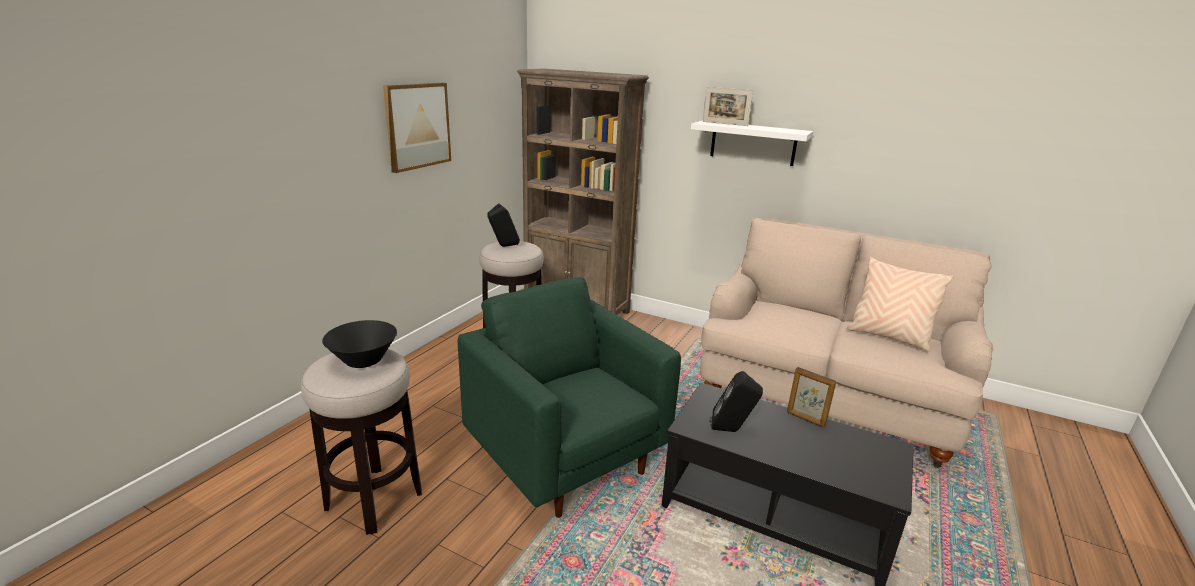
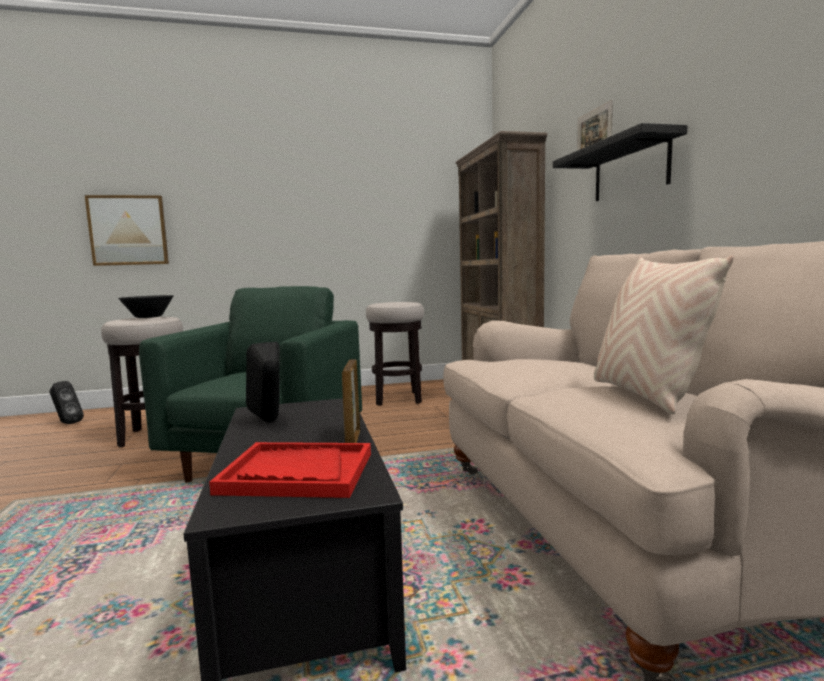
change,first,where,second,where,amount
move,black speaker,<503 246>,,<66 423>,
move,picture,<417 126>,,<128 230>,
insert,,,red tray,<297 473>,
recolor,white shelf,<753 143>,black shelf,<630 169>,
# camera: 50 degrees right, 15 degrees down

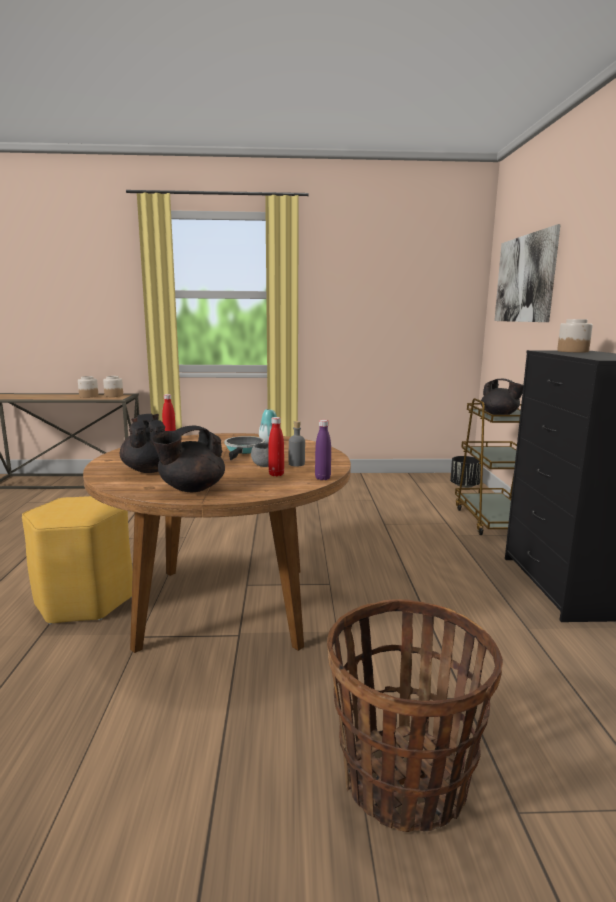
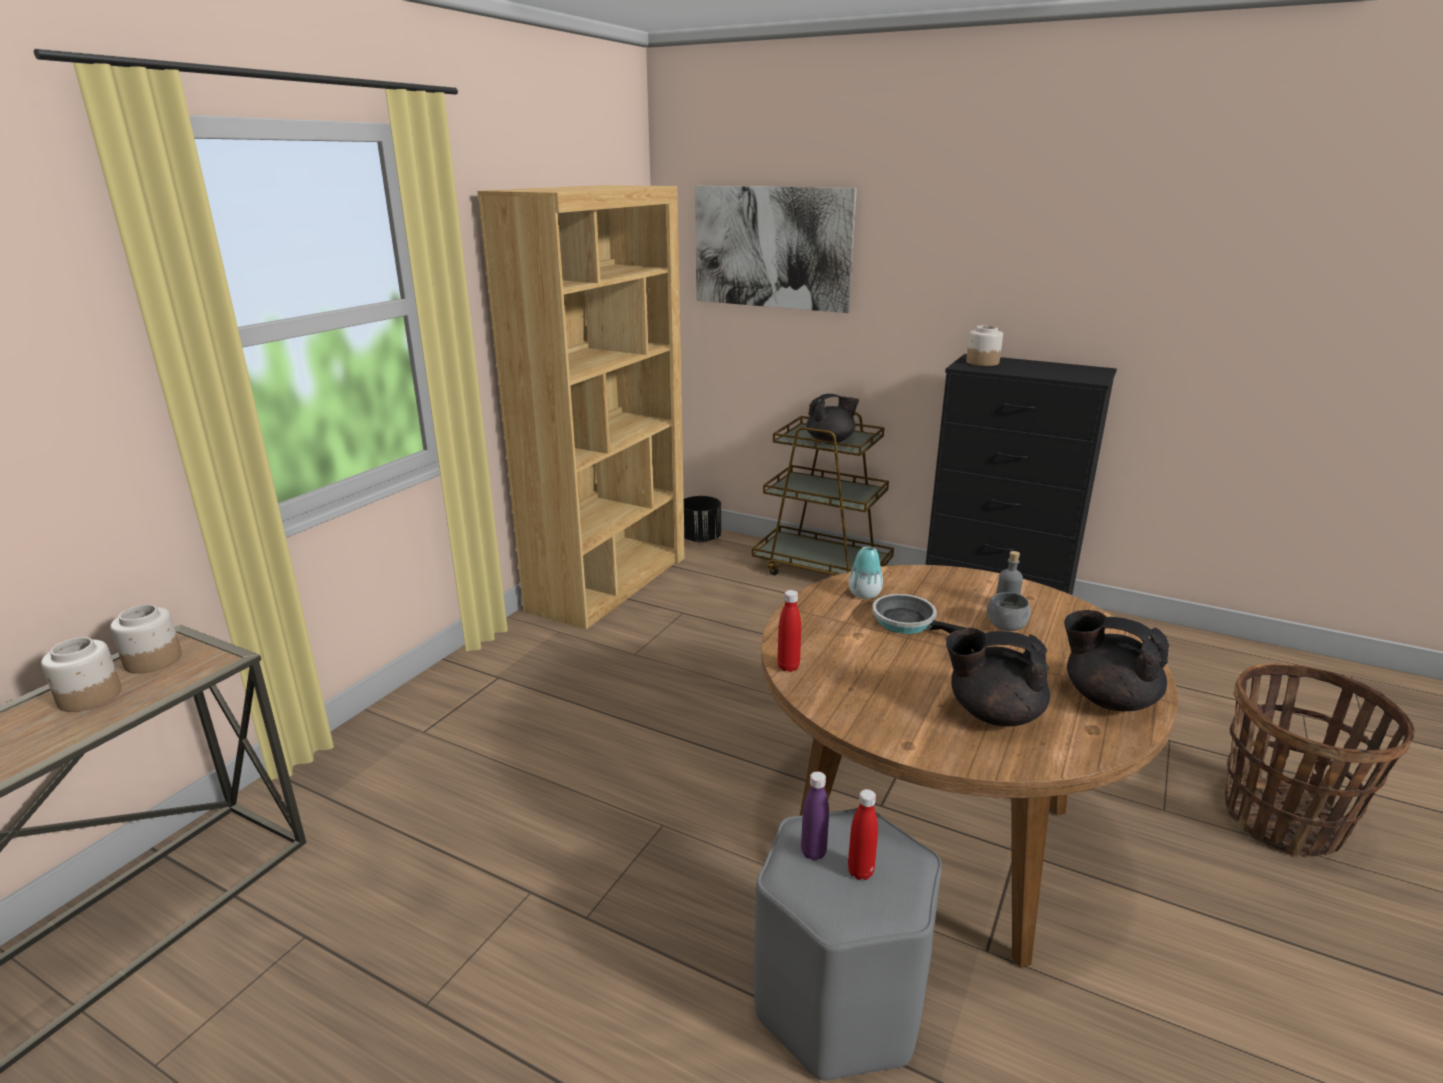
change,first,where,second,where,amount
insert,,,brown bookcase,<609 582>,
recolor,yellow stool,<84 600>,grey stool,<838 1003>,
move,purple bottle,<322 478>,,<813 852>,
move,red bottle,<276 474>,,<860 872>,
rotate,black teapot,<191 489>,,<1107 699>,135 degrees clockwise
# camera: 60 degrees left, 10 degrees up

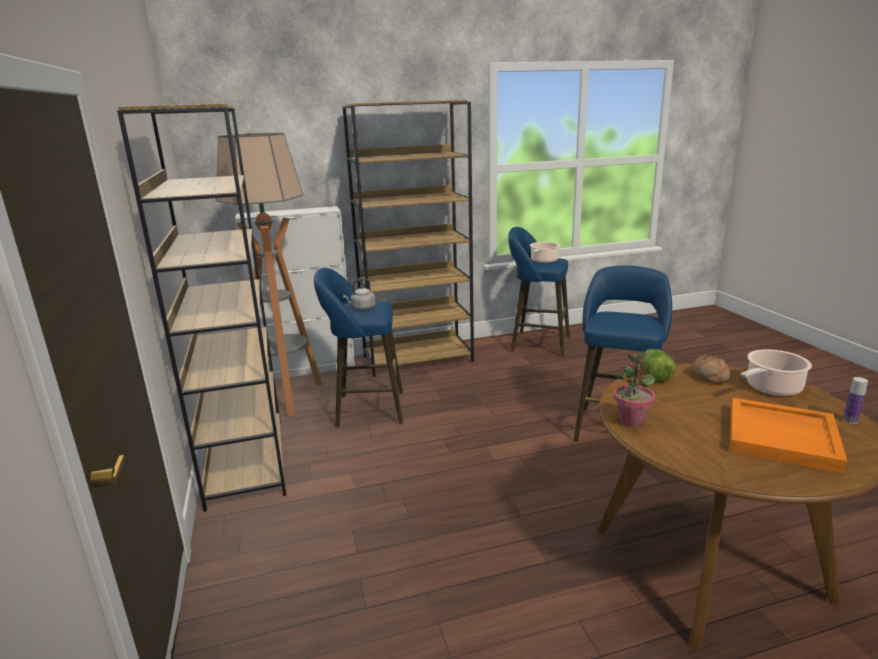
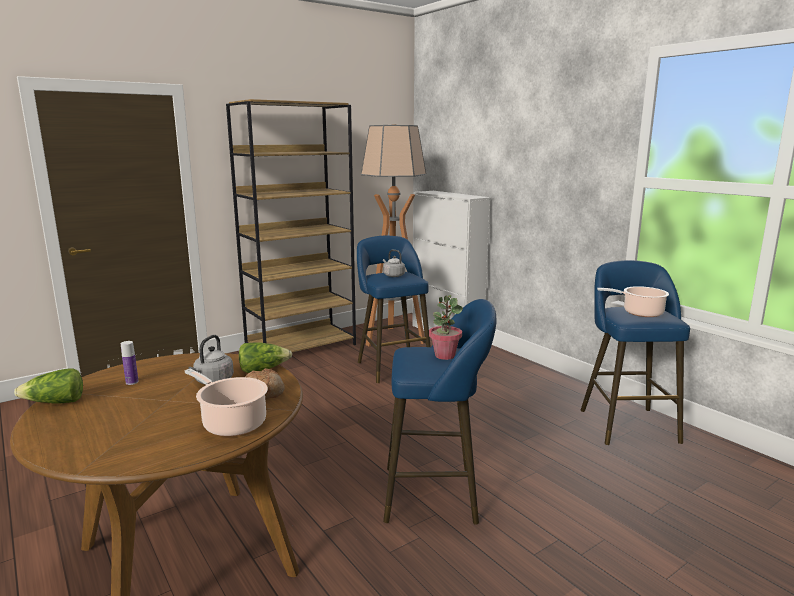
change,first,where,second,where,amount
insert,,,lettuce,<55 403>,
move,bottle,<850 420>,,<132 382>,
insert,,,grey kettle,<213 381>,
move,potted plant,<631 421>,,<444 355>,
delete,brown bookcase,<418 358>,,,
delete,orange tray,<782 437>,,,
# camera: 70 degrees right, 5 degrees down

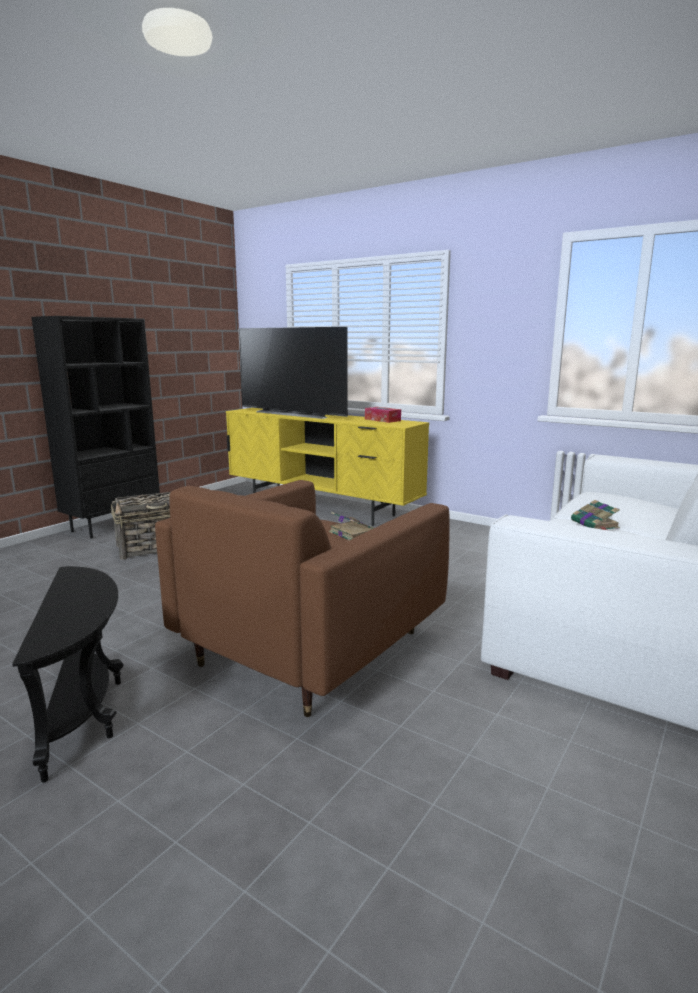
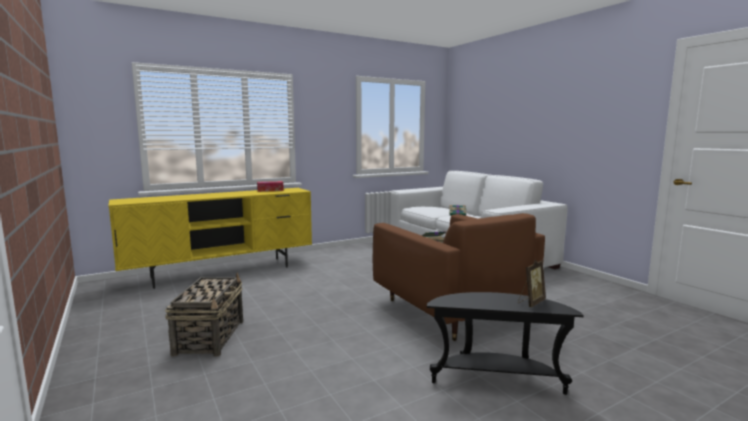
change,first,where,second,where,amount
insert,,,picture frame,<530 302>,
delete,black bookcase,<113 525>,,,
delete,television,<295 414>,,,
# camera: 65 degrees left, 5 degrees down

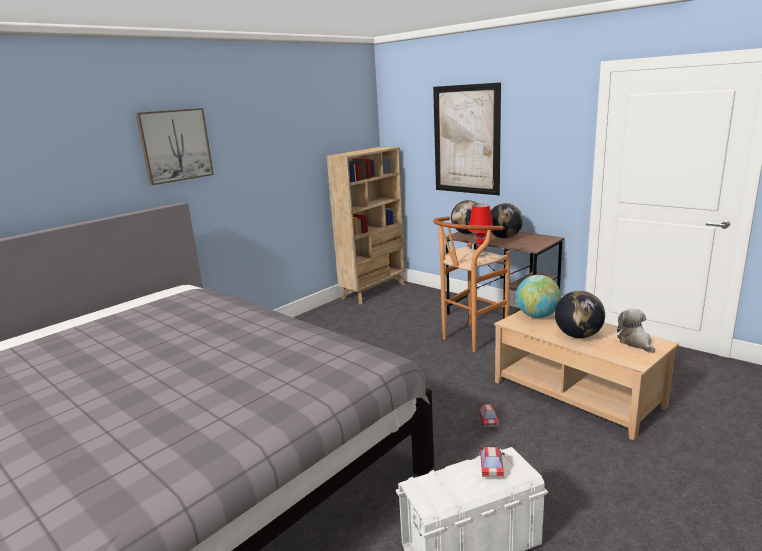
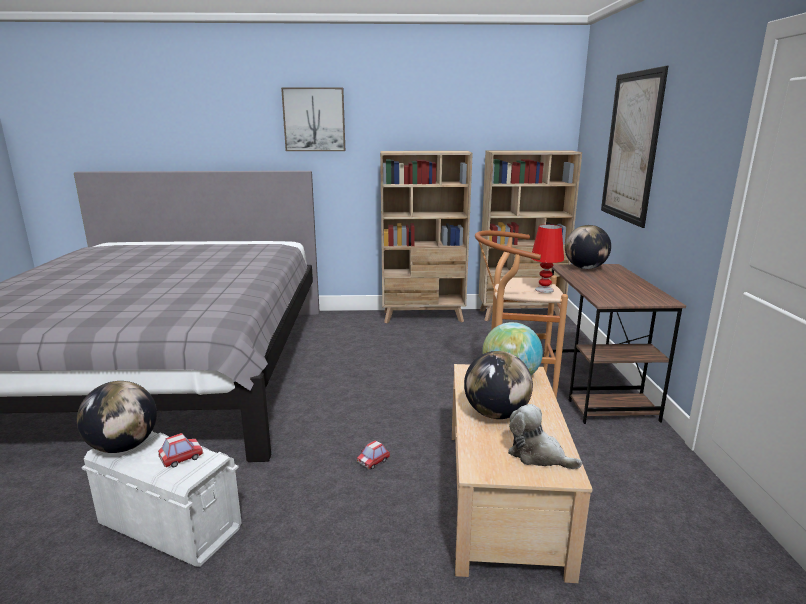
change,first,where,second,where,amount
move,globe,<504 237>,,<123 446>,
insert,,,beige bookcase,<423 317>,
rotate,plush toy,<635 342>,,<538 455>,90 degrees counterclockwise
# camera: 45 degrees right, 0 degrees up

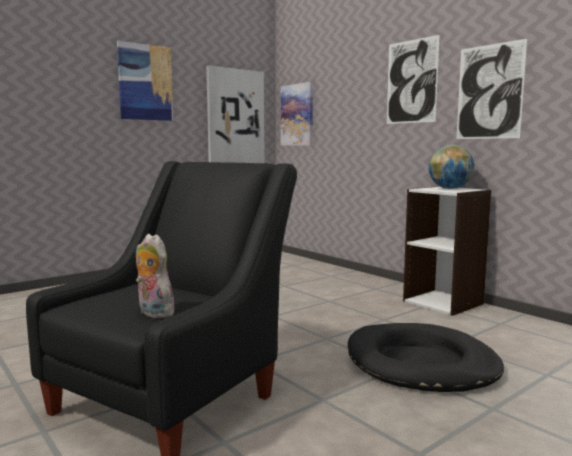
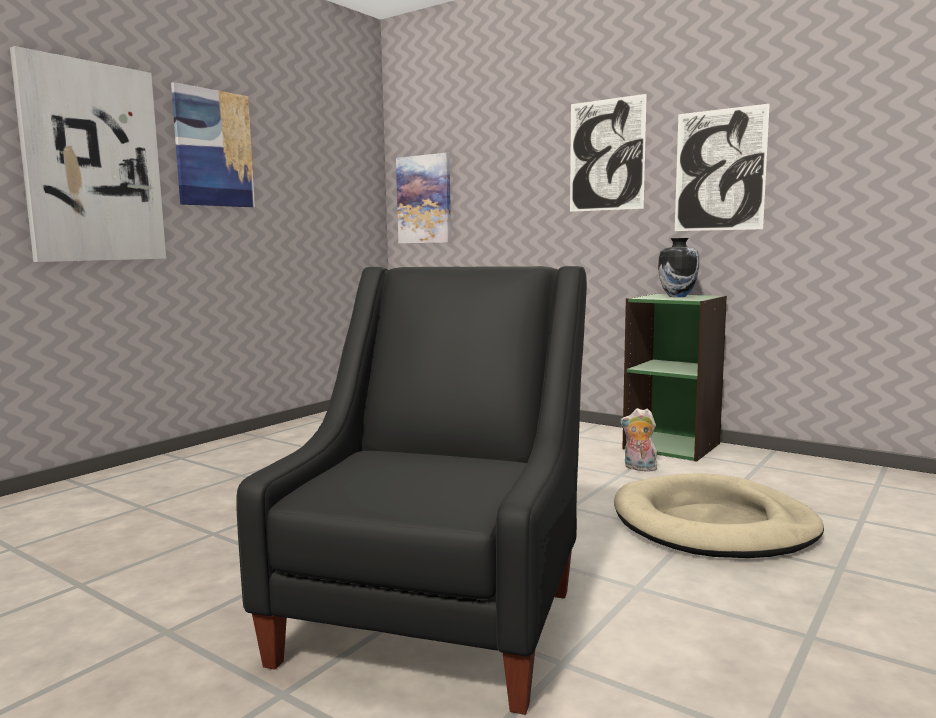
change,first,where,second,where,amount
move,picture,<235 118>,,<92 163>,
recolor,black dog bed,<421 363>,beige dog bed,<714 525>,
move,plush toy,<153 313>,,<638 468>,
recolor,white bookcase,<443 302>,green bookcase,<672 446>,
replace,globe,<450 189>,vase,<677 296>,
# camera: 15 degrees left, 0 degrees up

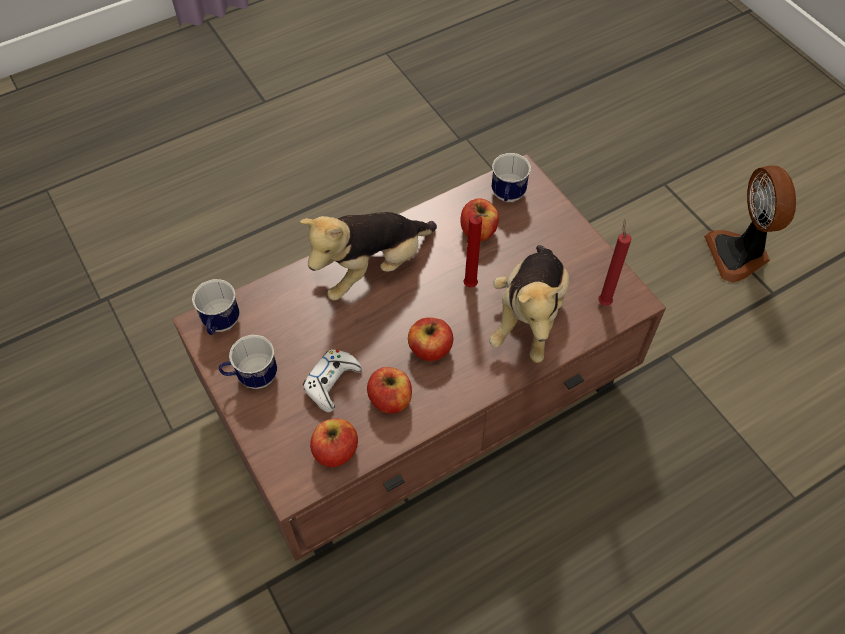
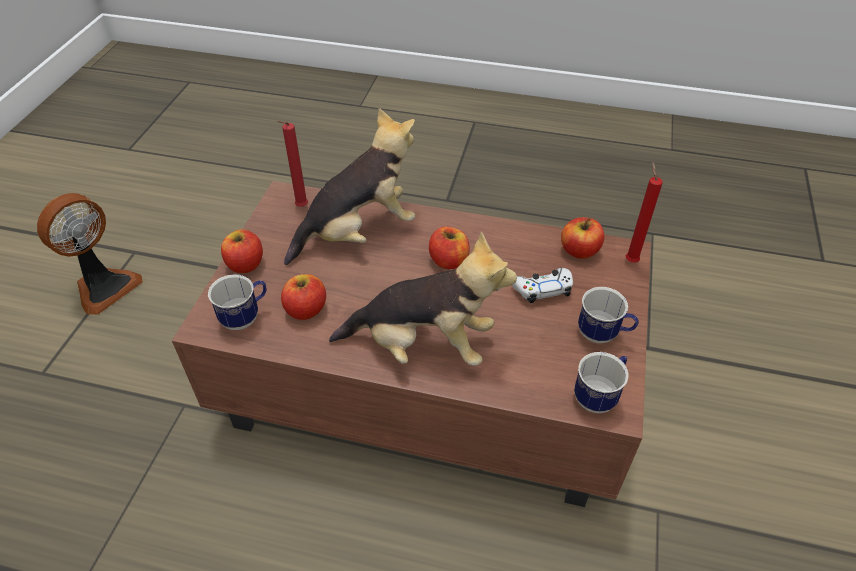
change,first,where,second,where,amount
move,apple,<390 399>,,<245 264>,
move,red candle,<472 286>,,<630 260>,
# camera: 135 degrees left, 10 degrees down

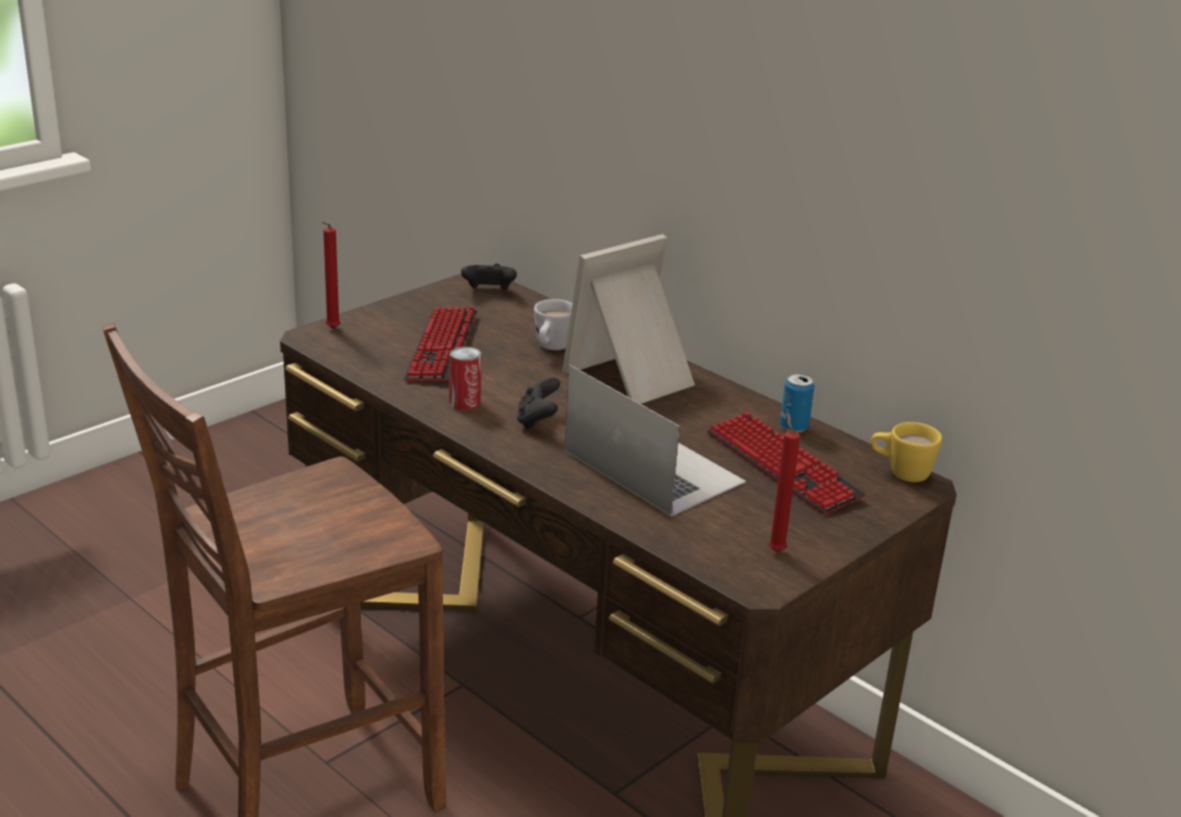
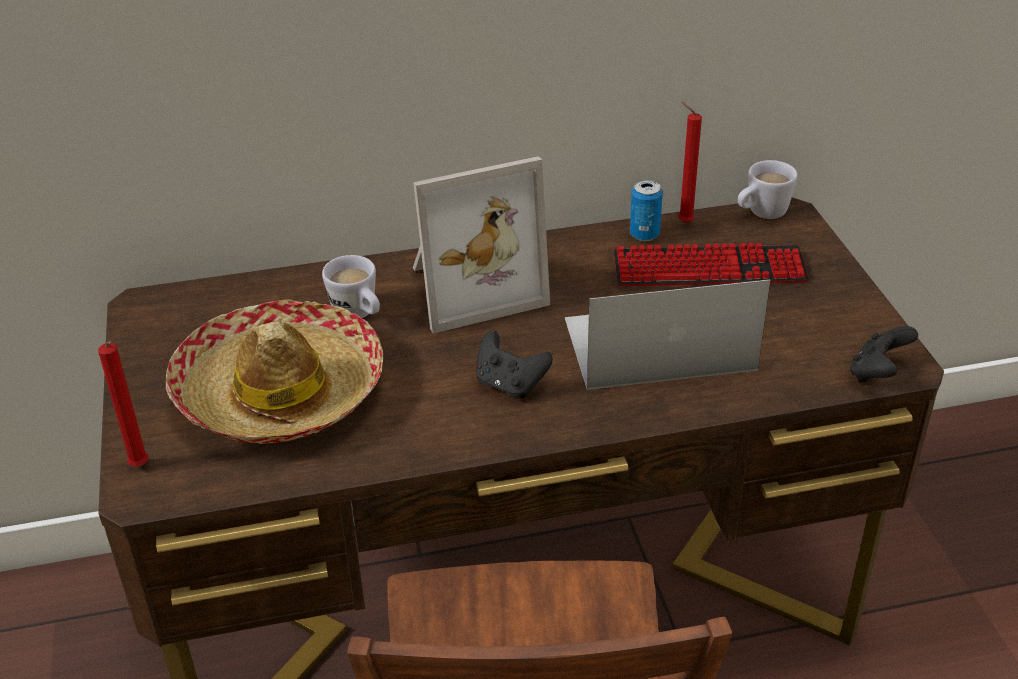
change,first,where,second,where,amount
replace,keyboard,<442 347>,hat,<279 392>,
rotate,picture frame,<634 377>,,<472 286>,105 degrees counterclockwise
move,red candle,<775 550>,,<683 222>,
recolor,yellow mug,<900 472>,white mug,<761 214>,
move,black game controller,<489 292>,,<877 373>,
delete,can,<465 402>,,,
# camera: 55 degrees left, 10 degrees up

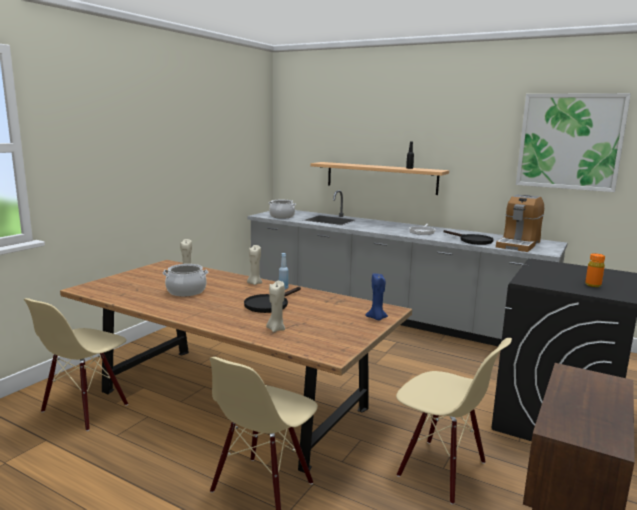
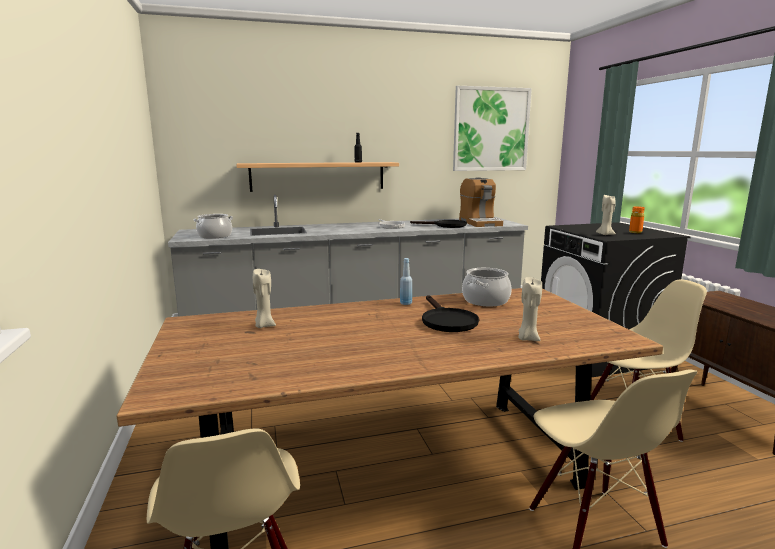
change,first,where,second,where,amount
move,cooking pot,<186 291>,,<486 301>,
move,beige candle,<254 283>,,<605 234>,
delete,blue candle,<376 318>,,,
# camera: 45 degrees left, 0 degrees up

